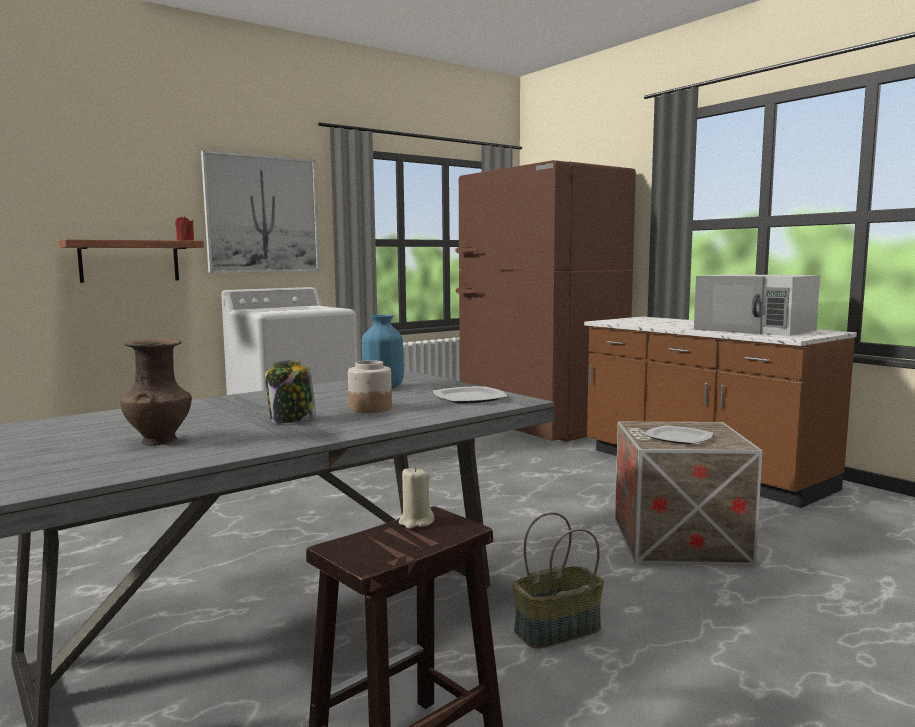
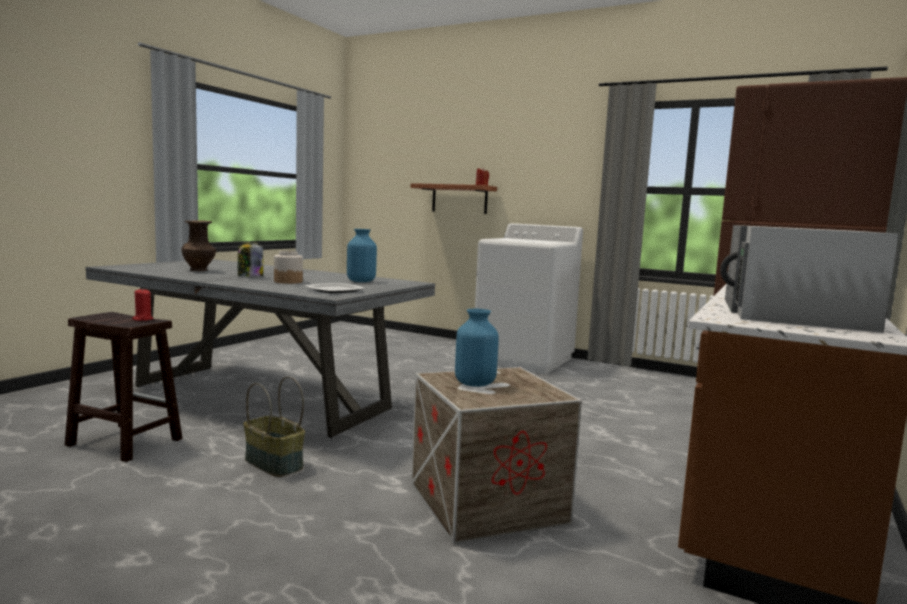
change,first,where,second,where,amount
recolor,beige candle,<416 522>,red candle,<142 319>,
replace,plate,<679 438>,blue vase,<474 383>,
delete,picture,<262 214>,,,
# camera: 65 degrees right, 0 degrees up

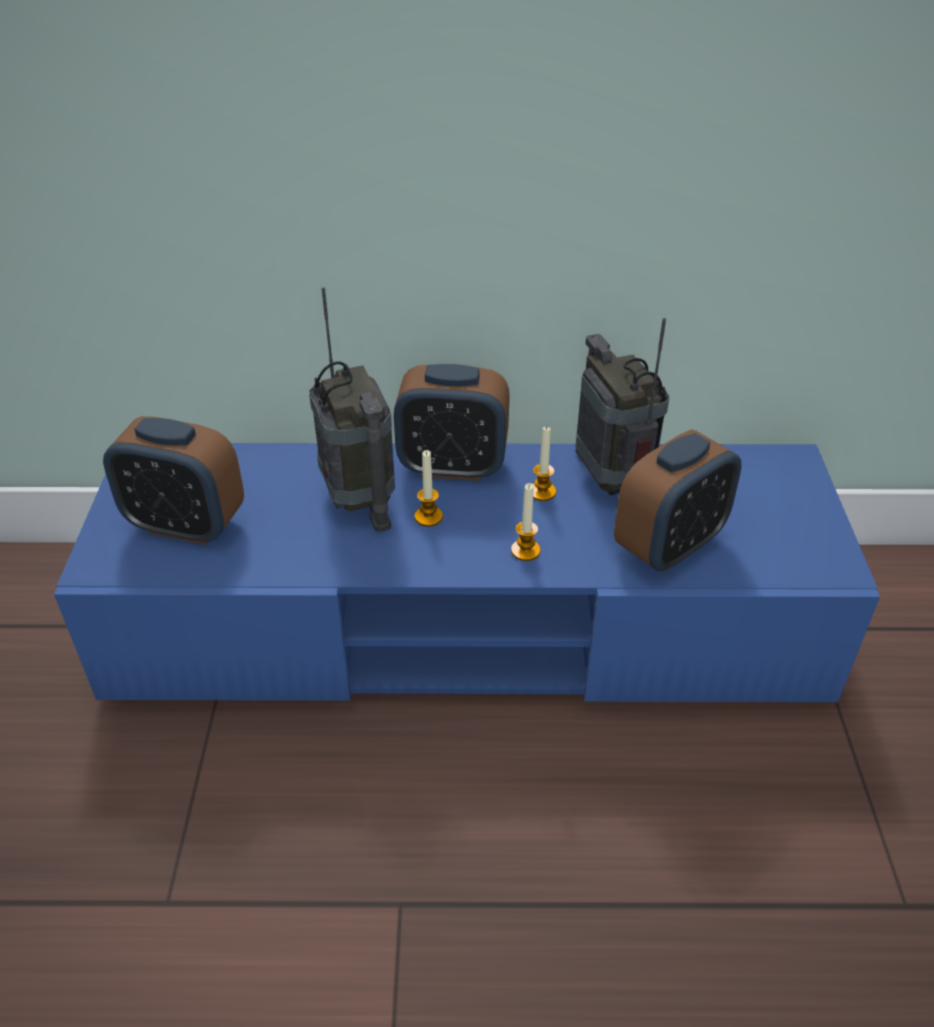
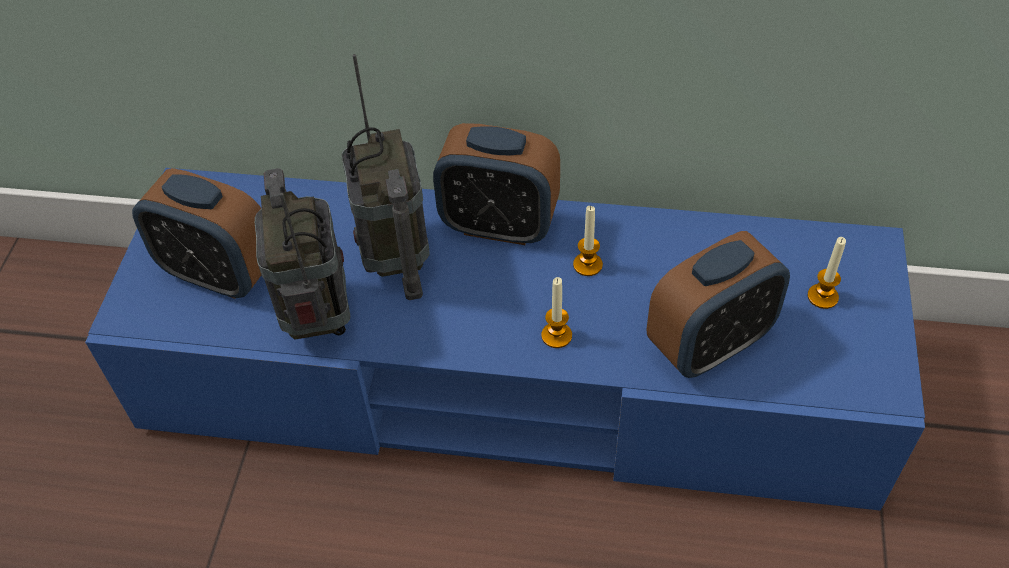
change,first,where,second,where,amount
move,radio,<612 481>,,<318 318>,
move,candle,<428 517>,,<822 297>,
# camera: 10 degrees right, 10 degrees up

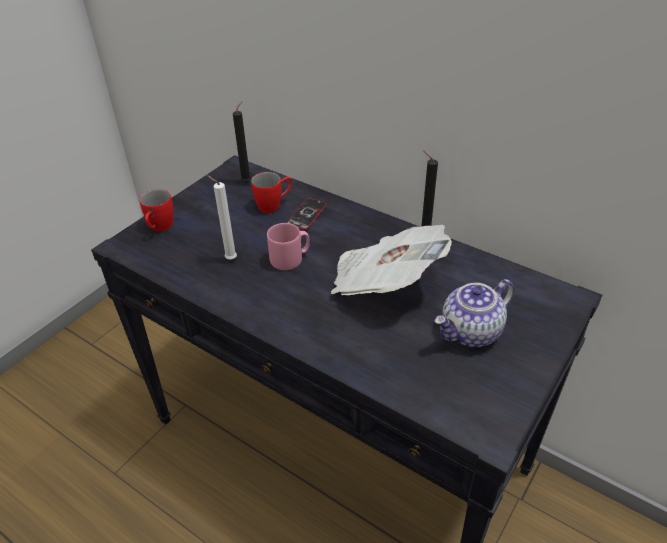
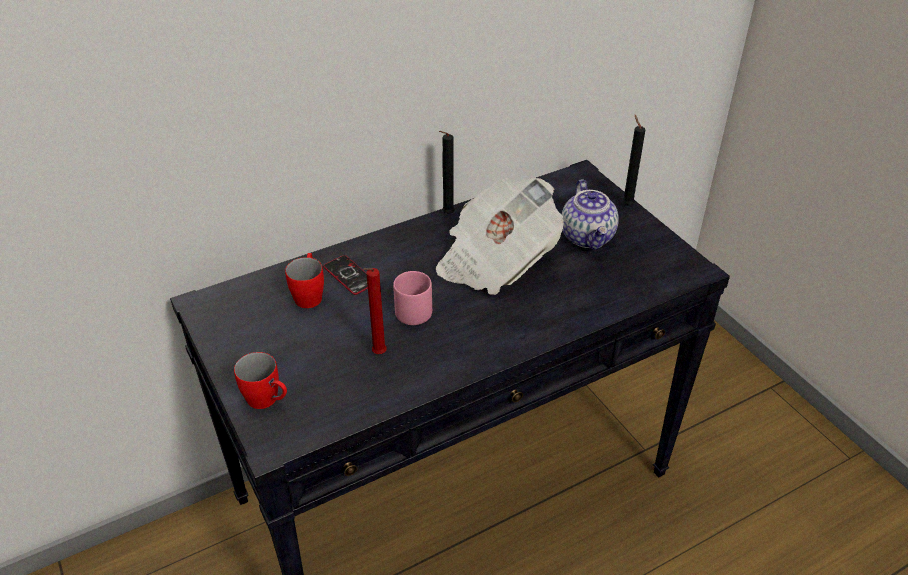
change,first,where,second,where,amount
recolor,white candle,<229 259>,red candle,<377 354>,
move,black candle,<247 181>,,<626 204>,
# camera: 65 degrees left, 0 degrees up

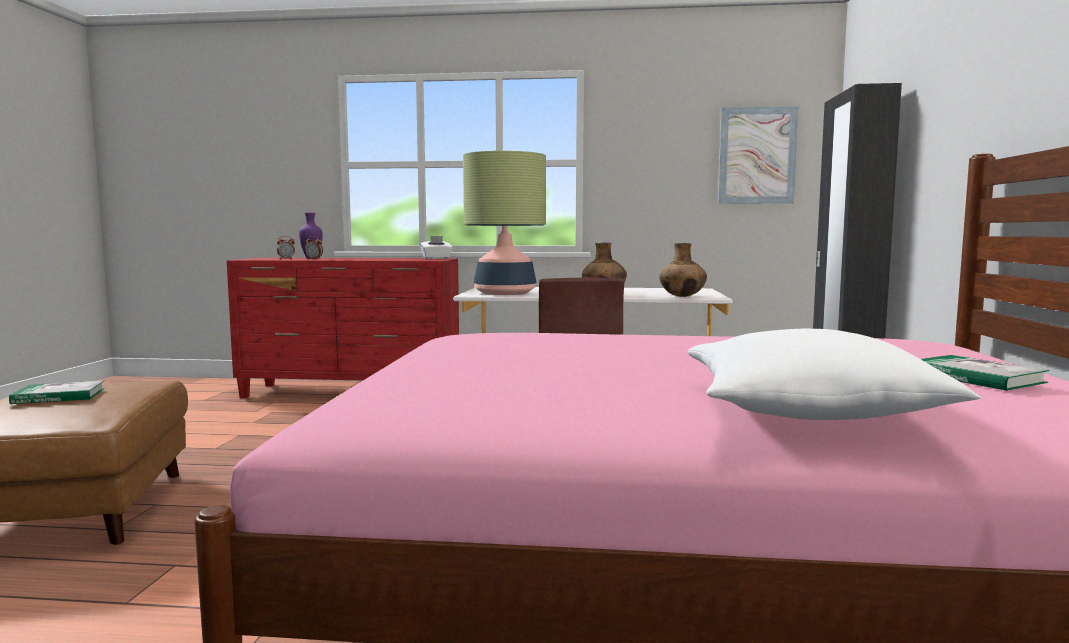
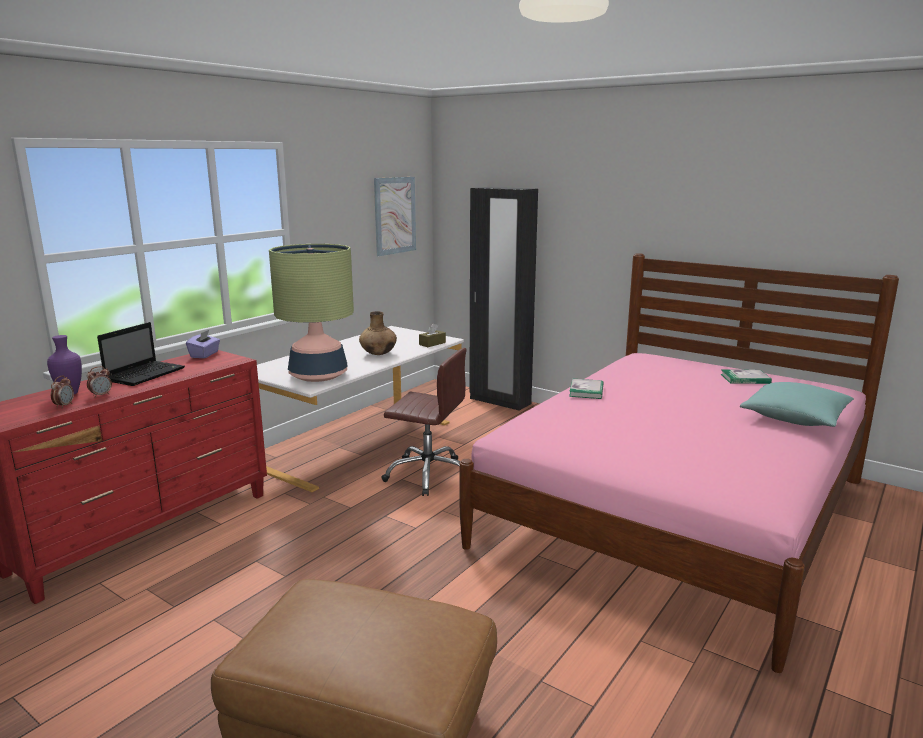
change,first,where,second,where,amount
insert,,,laptop,<146 374>,
recolor,white tissue box,<436 258>,purple tissue box,<205 355>,
replace,brown vase,<682 296>,brown tissue box,<432 343>,
move,book,<59 396>,,<586 391>,
recolor,white pillow,<807 413>,turquoise pillow,<795 418>,
# camera: 60 degrees left, 10 degrees up

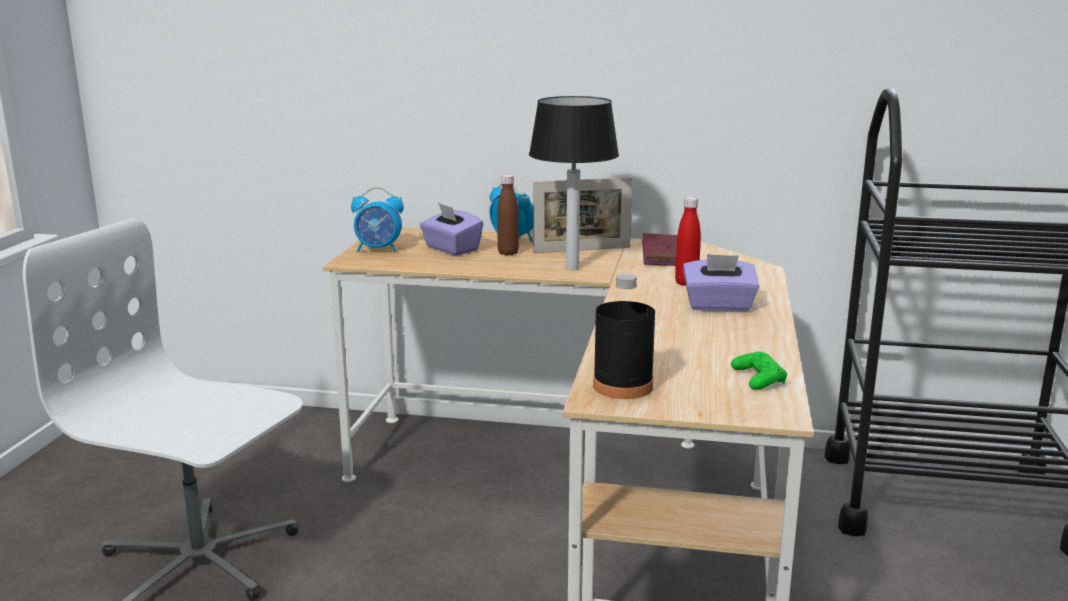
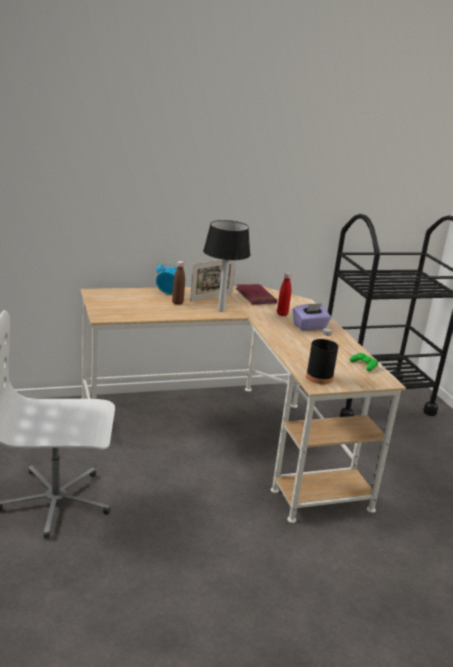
change,first,where,second,where,amount
delete,alarm clock,<378 250>,,,
delete,purple tissue box,<451 249>,,,
# camera: 30 degrees left, 5 degrees up

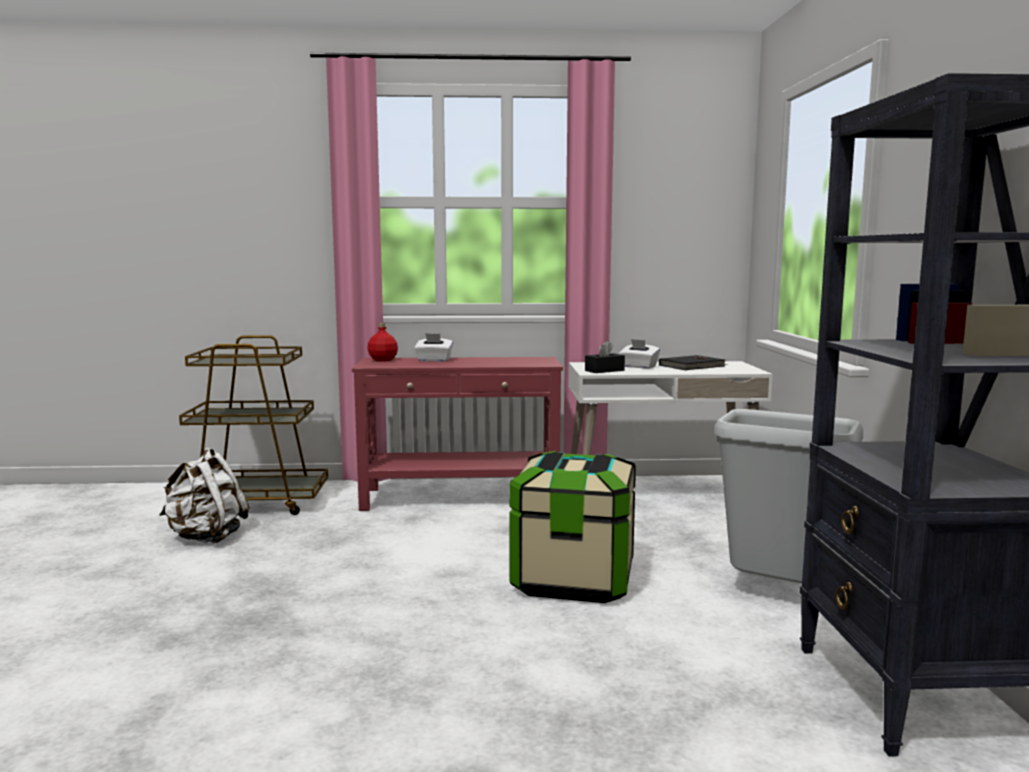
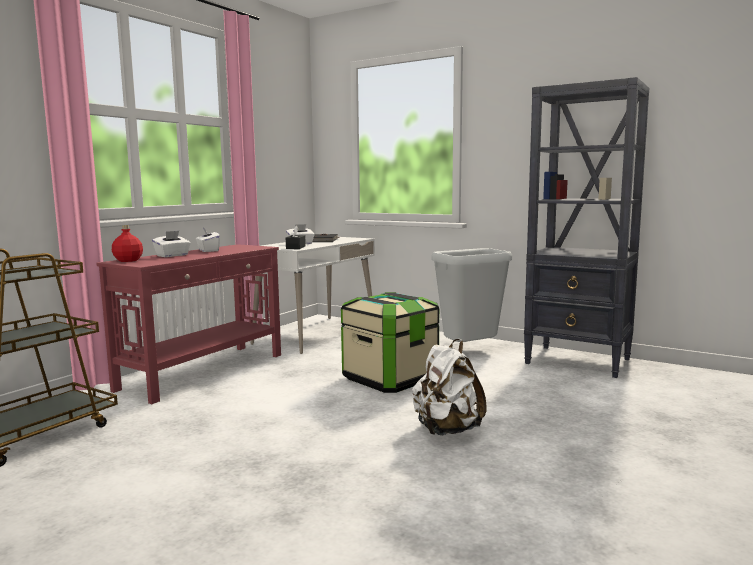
change,first,where,second,where,amount
insert,,,white tissue box,<208 250>,
move,white backpack,<207 538>,,<446 430>,
# camera: 55 degrees left, 0 degrees up

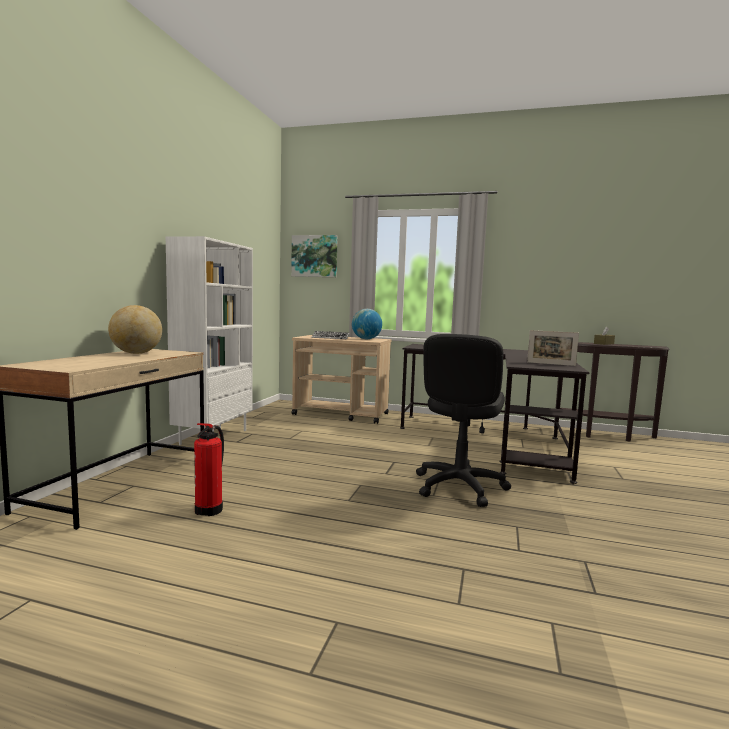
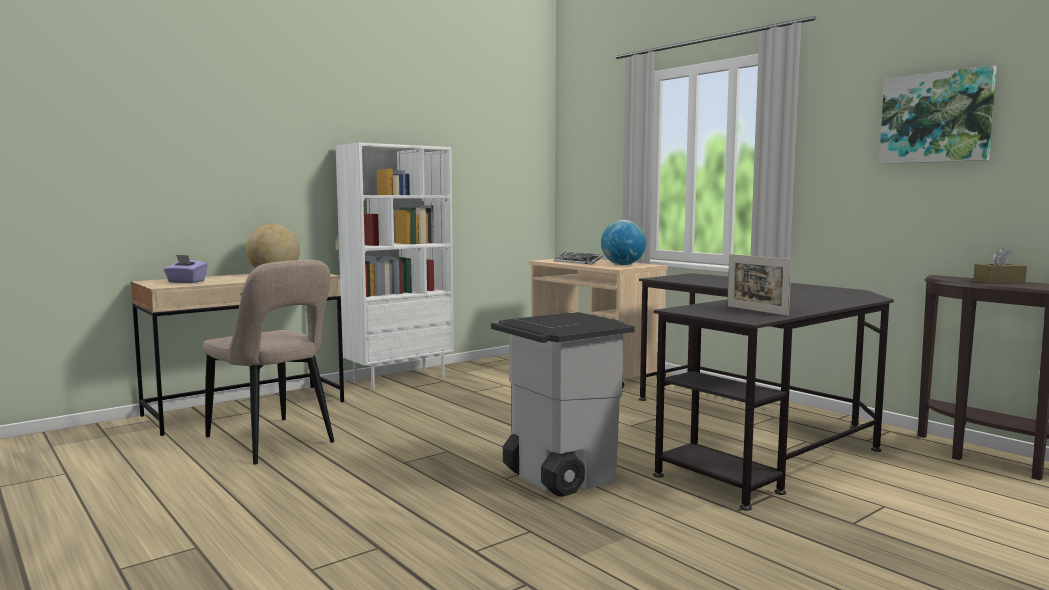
change,first,where,second,where,amount
insert,,,purple tissue box,<186 282>,
replace,fire extinguisher,<210 509>,beige chair,<273 442>,
replace,black office chair,<459 486>,grey trash can,<558 477>,
move,picture,<314 256>,,<936 118>,
# camera: 35 degrees right, 0 degrees up

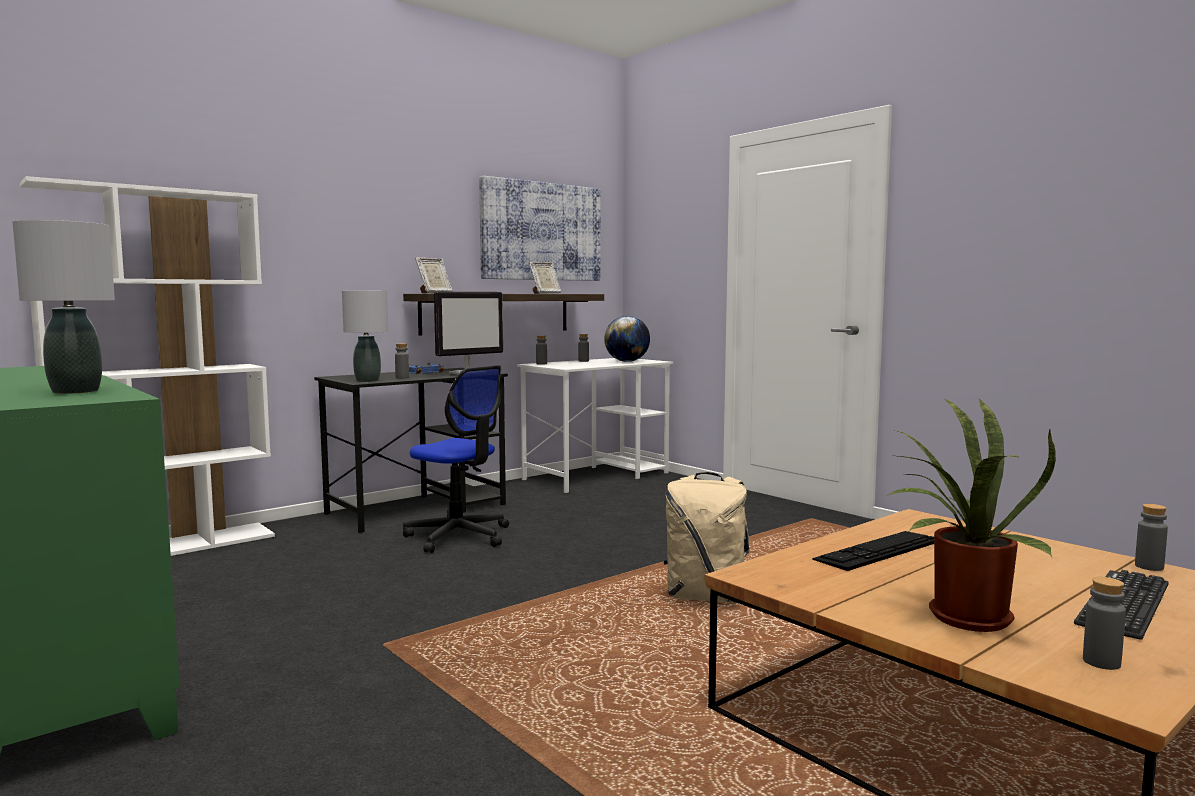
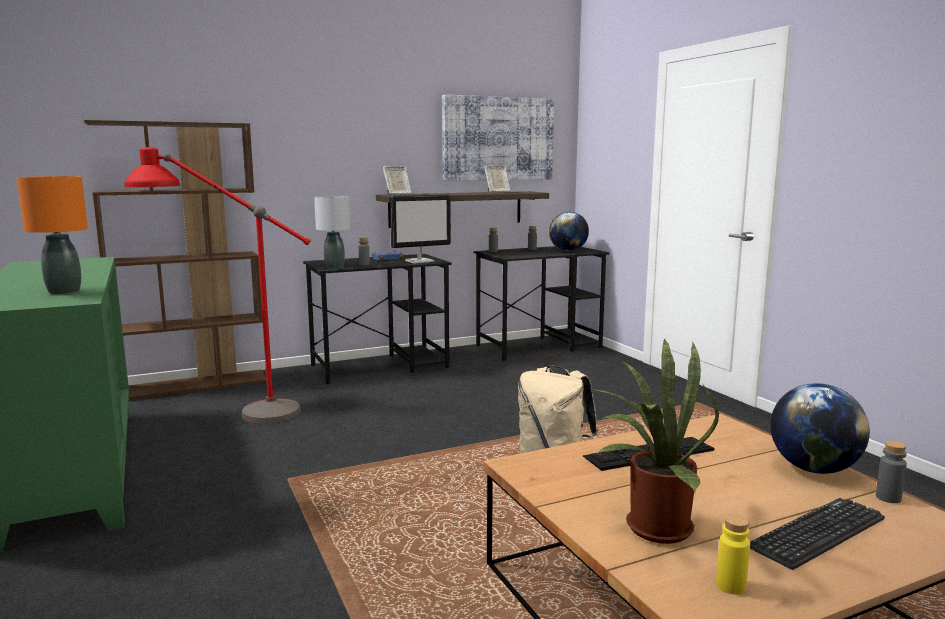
change,first,where,second,where,amount
recolor,grey table lamp,<76 391>,orange table lamp,<64 291>,
recolor,white bookcase,<170 548>,brown bookcase,<194 385>,
insert,,,red floor lamp,<231 411>,
recolor,white desk,<597 476>,black desk,<539 346>,
recolor,grey bottle,<1101 662>,yellow bottle,<730 586>,
insert,,,globe,<813 469>,
delete,office chair,<458 536>,,,
# camera: 15 degrees right, 5 degrees up

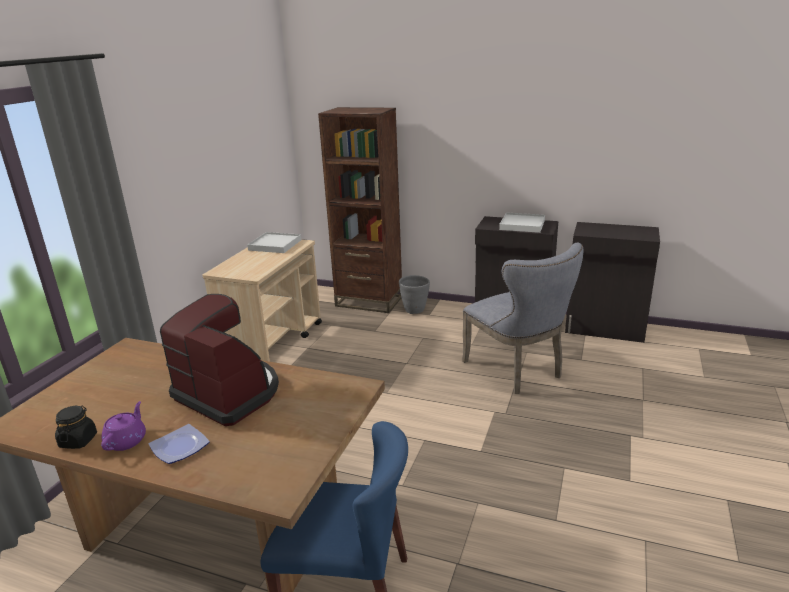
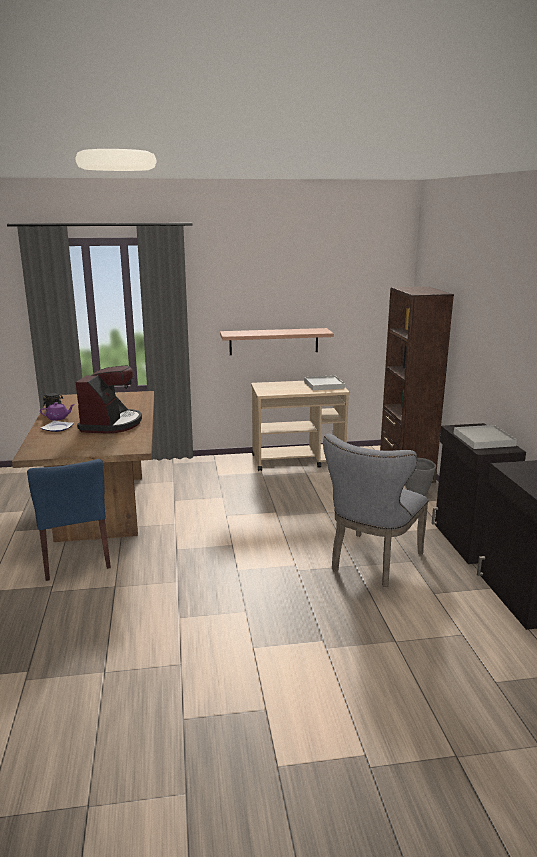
change,first,where,second,where,amount
insert,,,shelf,<274 341>,
# camera: 60 degrees right, 5 degrees down

